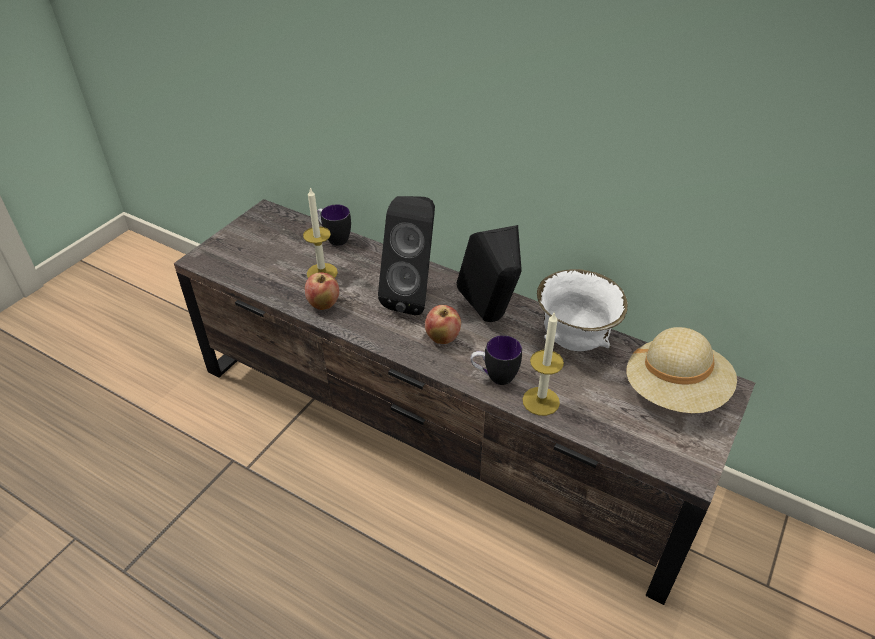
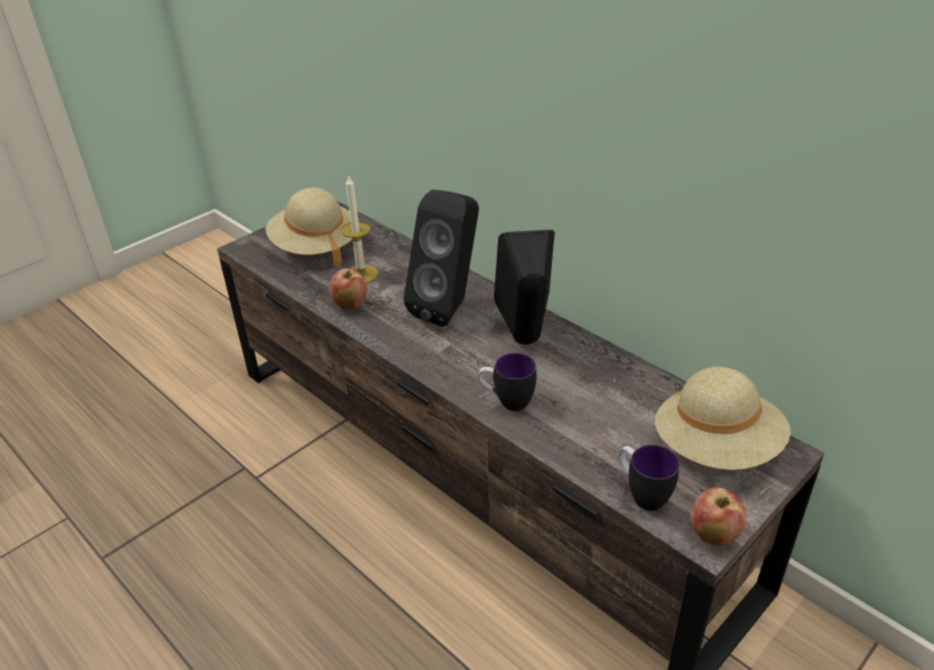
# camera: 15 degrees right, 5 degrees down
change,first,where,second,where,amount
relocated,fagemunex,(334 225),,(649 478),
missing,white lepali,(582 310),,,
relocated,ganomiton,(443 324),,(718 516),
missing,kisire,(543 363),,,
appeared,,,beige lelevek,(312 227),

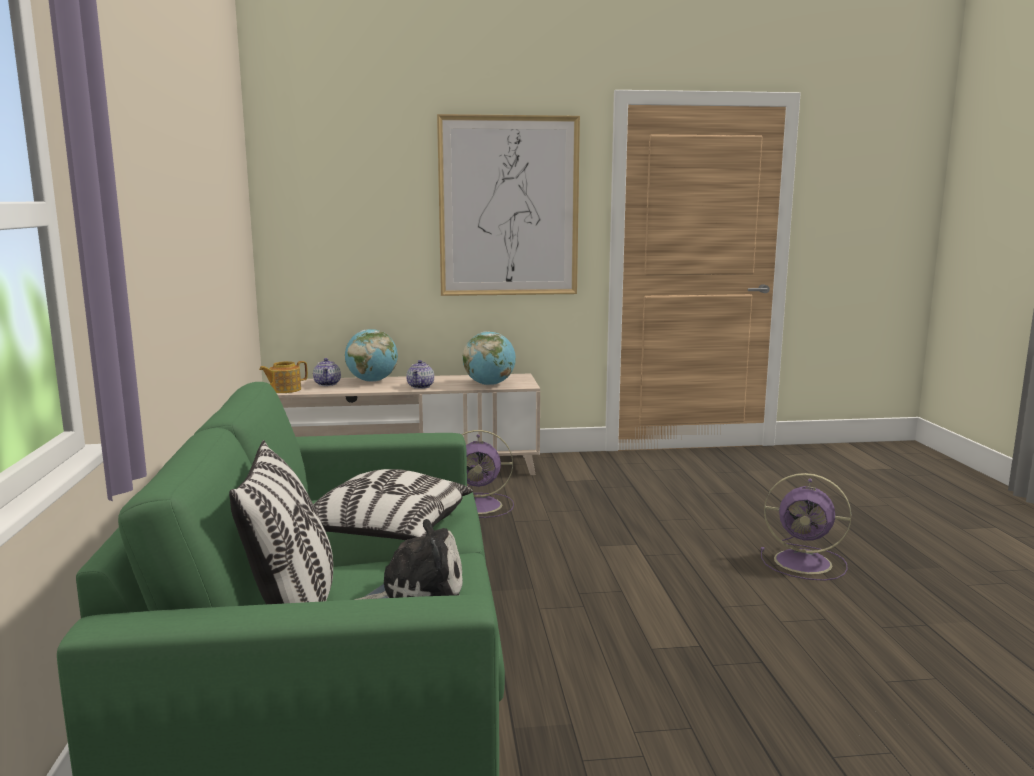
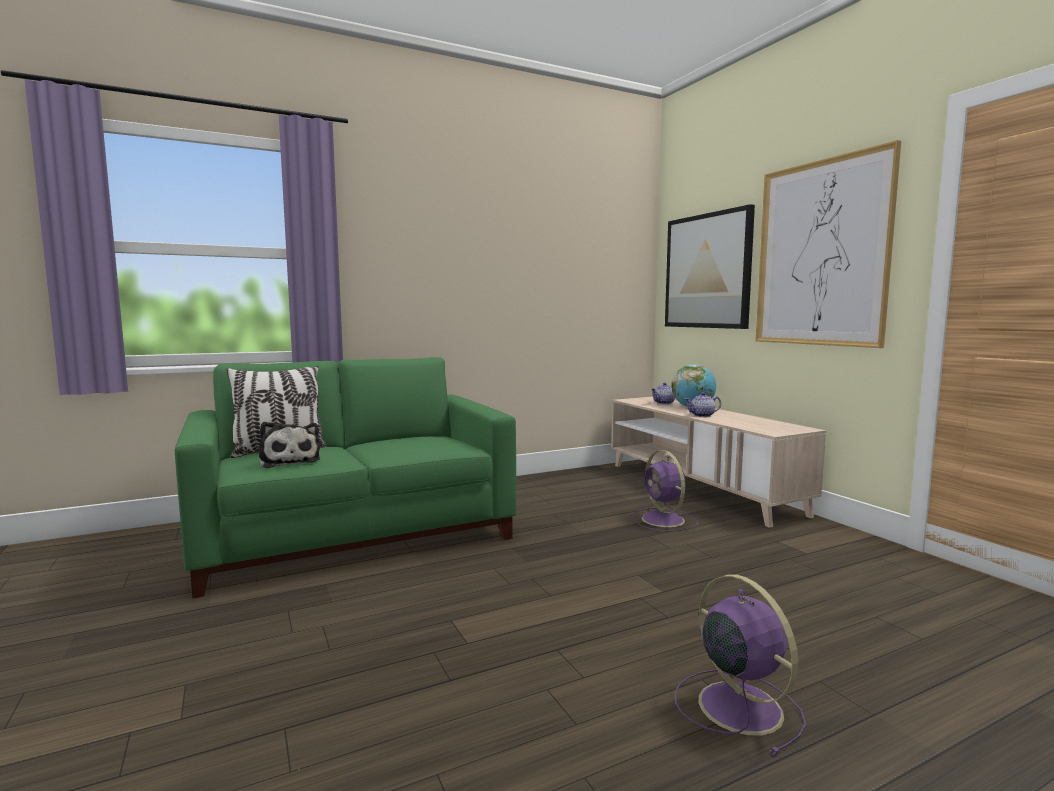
# camera: 70 degrees right, 5 degrees down
change,first,where,second,where,amount
missing,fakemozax,(489 358),,,
missing,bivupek,(283 377),,,
missing,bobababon,(393 504),,,
spun,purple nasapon,(806 527),,(740 664),150 degrees clockwise
appeared,,,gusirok,(710 266),

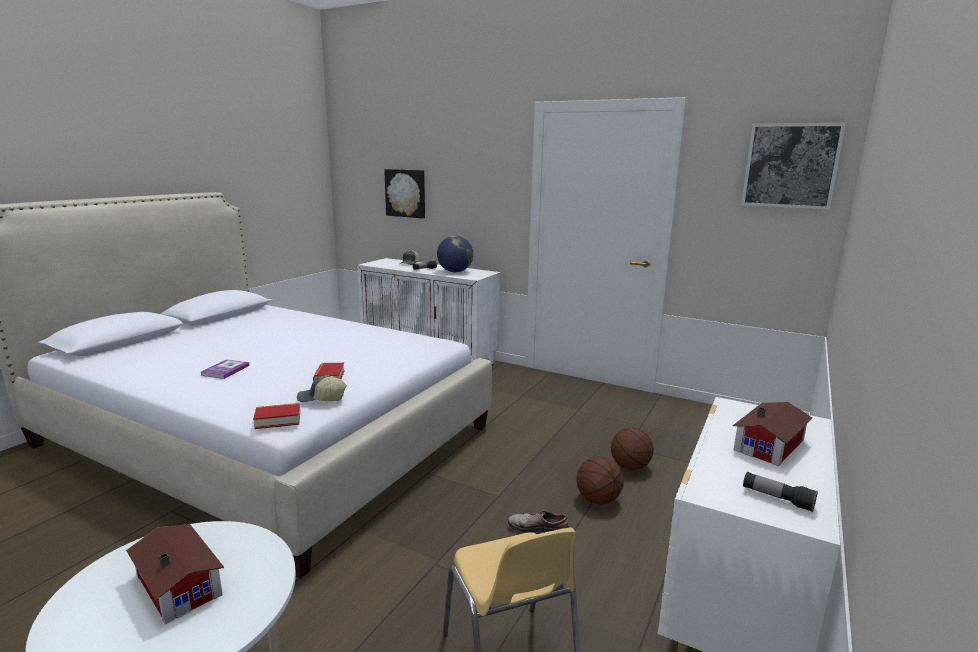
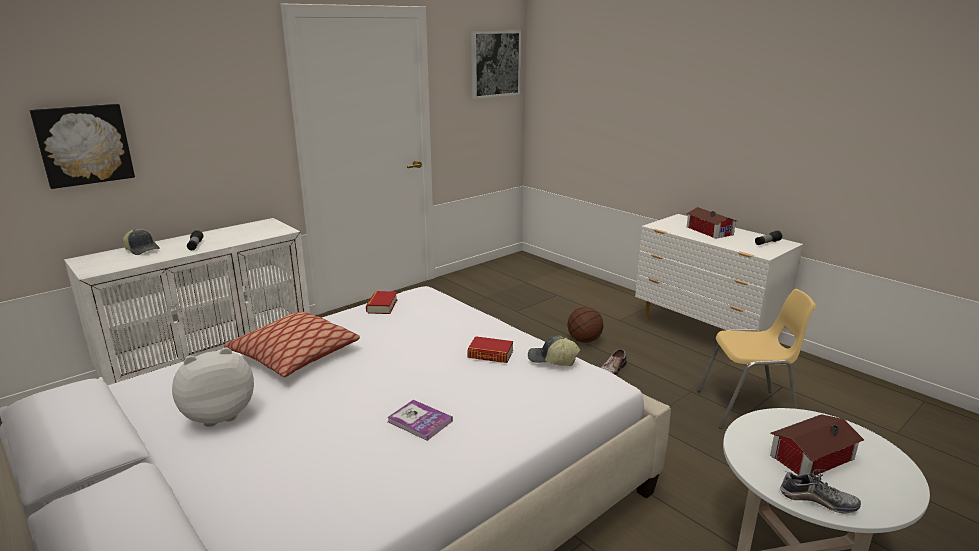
# camera: 70 degrees left, 5 degrees up
change,first,where,second,where,amount
missing,fakemozax,(455 254),,,
spun,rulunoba,(322 388),,(554 351),90 degrees clockwise
relocated,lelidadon,(276 416),,(381 302),
missing,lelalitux,(632 448),,,
appeared,,,bobababon,(292 344),
appeared,,,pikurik,(213 387),
appeared,,,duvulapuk,(820 491),

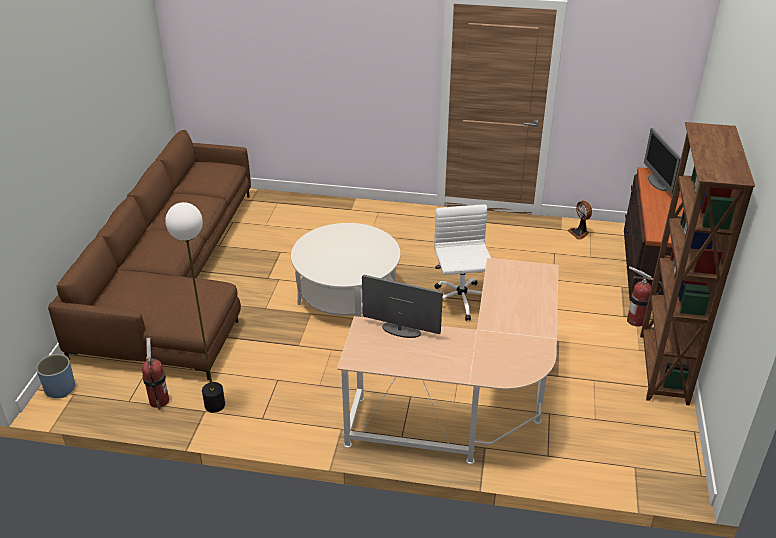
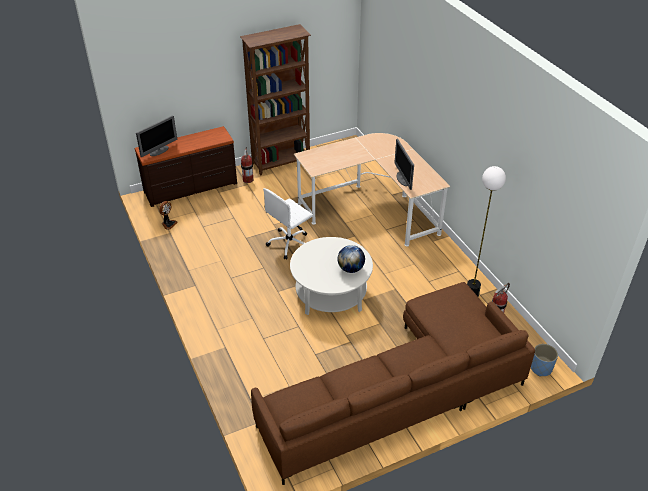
# camera: 125 degrees left, 5 degrees up
change,first,where,second,where,amount
appeared,,,fakemozax,(351 259),

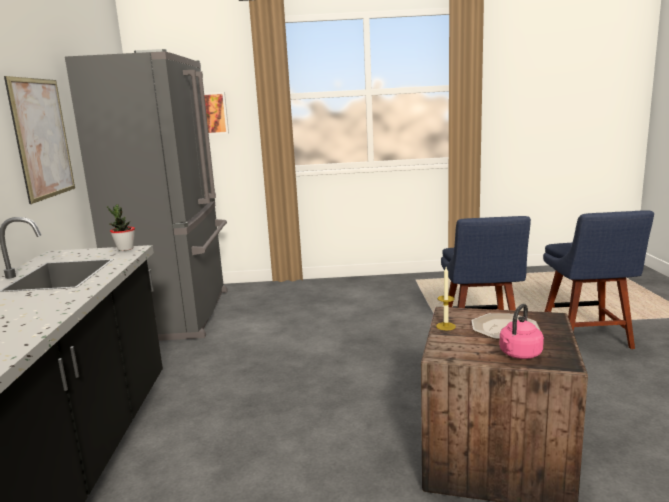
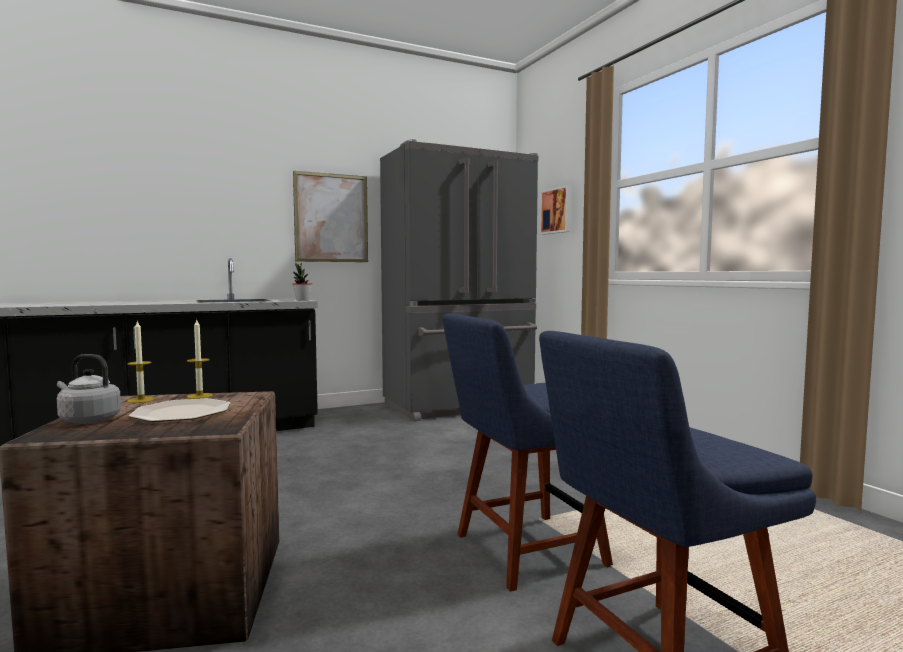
# camera: 65 degrees right, 10 degrees down
change,first,where,second,where,amount
colour,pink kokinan,(522 331),grey kokinan,(89 389),
appeared,,,kisire,(141 362),

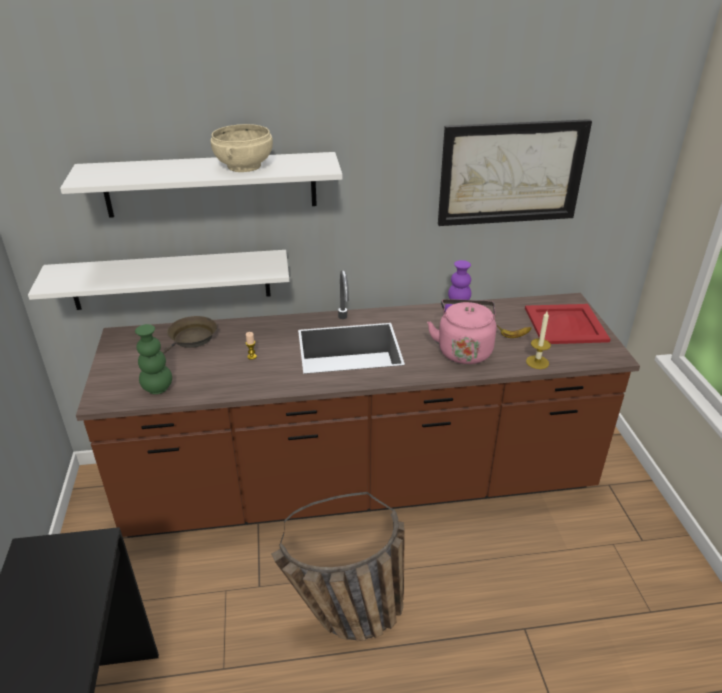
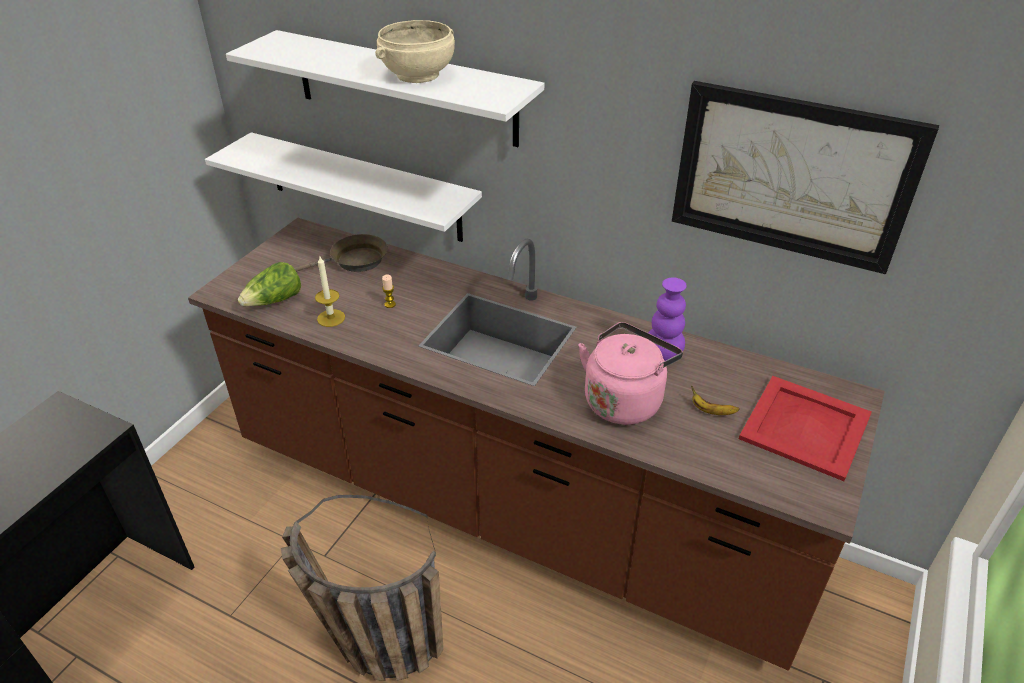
# camera: 35 degrees right, 5 degrees up
change,first,where,second,where,amount
relocated,kisire,(538 340),,(330 292),
exchanged,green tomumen,(153 359),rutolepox,(269 284),

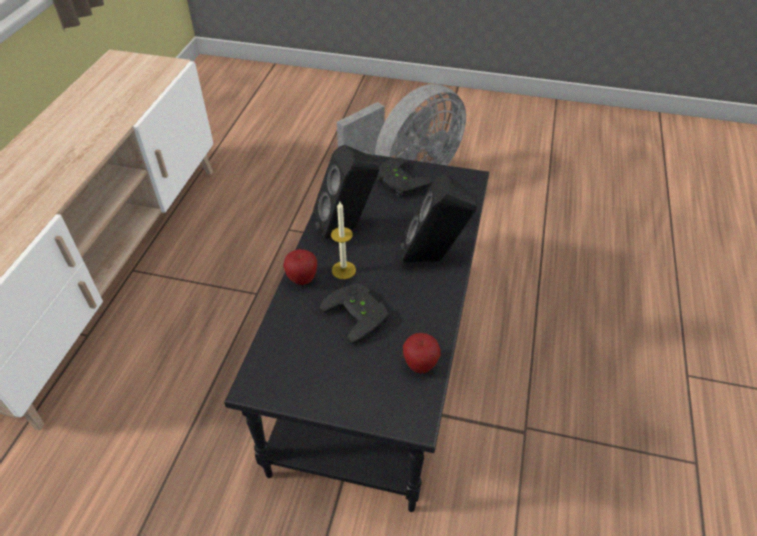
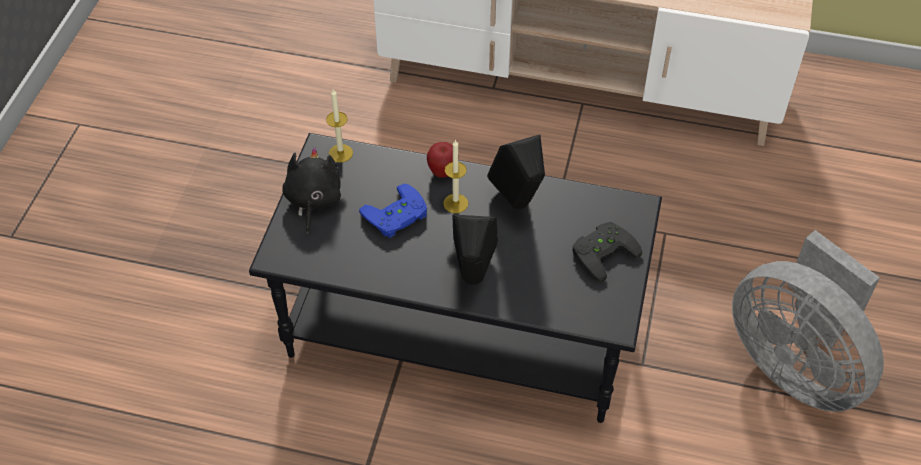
# camera: 90 degrees right, 5 degrees up
change,first,where,second,where,amount
colour,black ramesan,(354 314),blue ramesan,(393 211),
missing,ganomiton,(422 353),,,
appeared,,,kisire,(339 126),
appeared,,,black pikurik,(311 190),

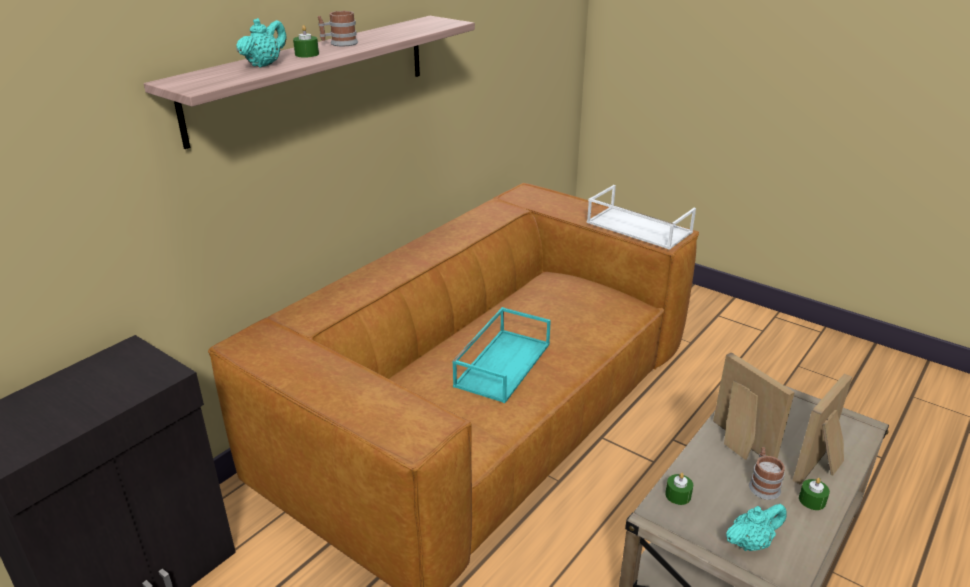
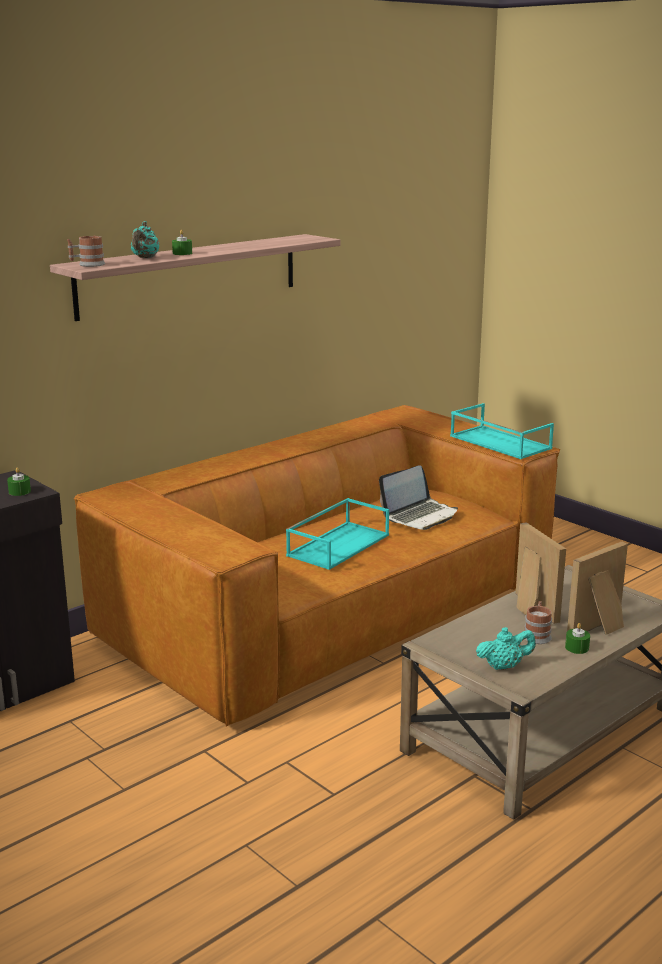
# camera: 10 degrees right, 10 degrees down
change,first,where,second,where,amount
relocated,fagemunex,(338 28),,(86 251),
spun,turquoise bivupek,(262 43),,(145 239),150 degrees clockwise
colour,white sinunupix,(641 217),turquoise sinunupix,(502 431),
relocated,green kisire,(679 489),,(19 482),
appeared,,,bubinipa,(418 497),

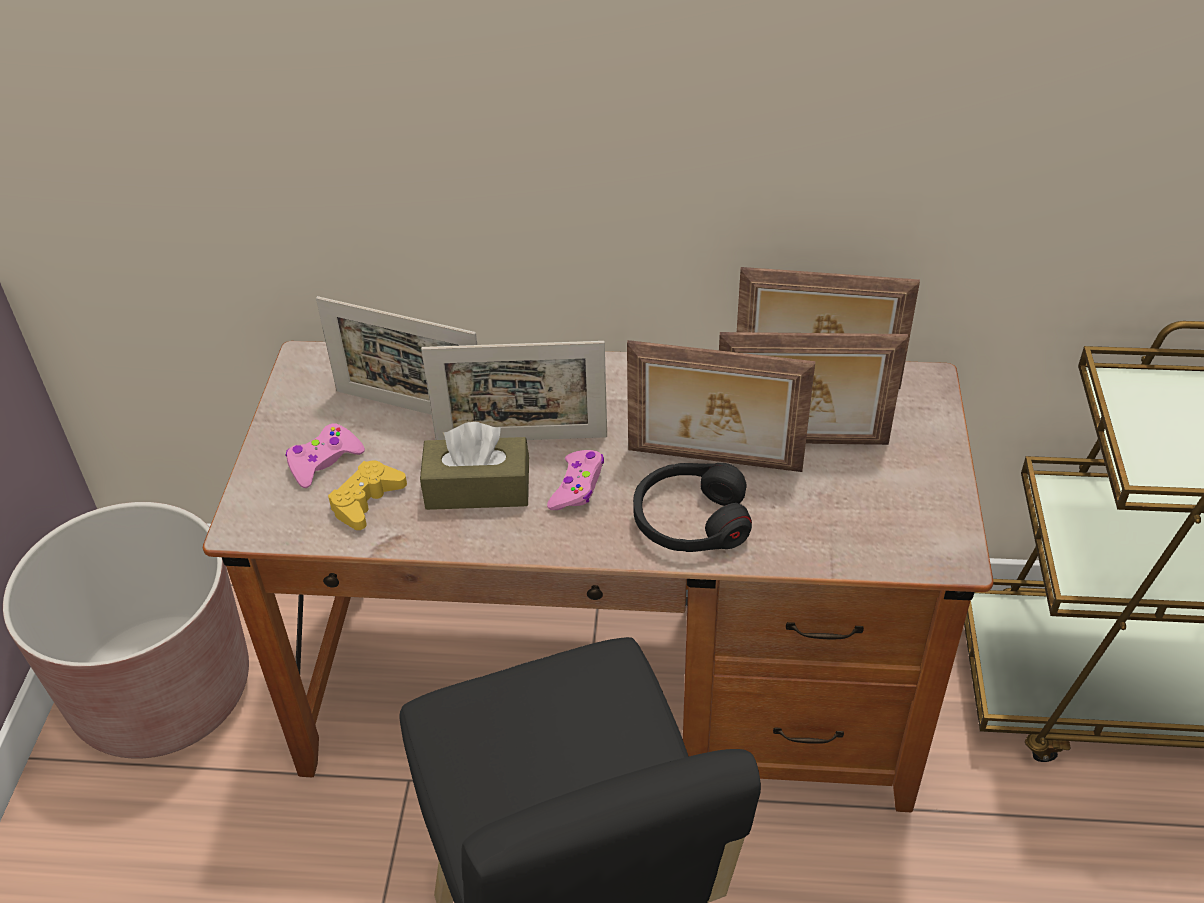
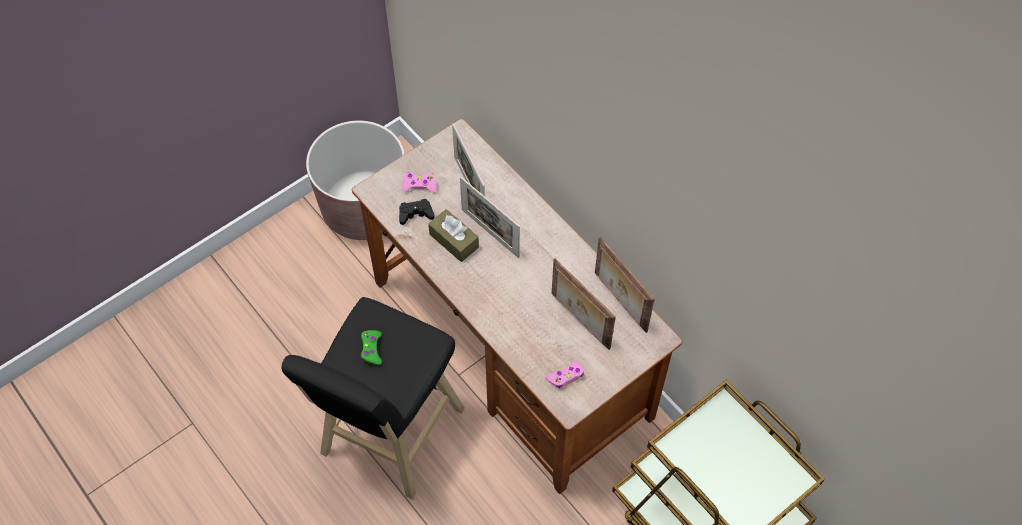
# camera: 45 degrees right, 15 degrees up
change,first,where,second,where,amount
missing,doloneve,(721 406),,,
relocated,pink ramesan,(575 480),,(564 374),
colour,yellow ramesan,(367 495),black ramesan,(417 212),
missing,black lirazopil,(692 507),,,
appeared,,,green ramesan,(371 347),

